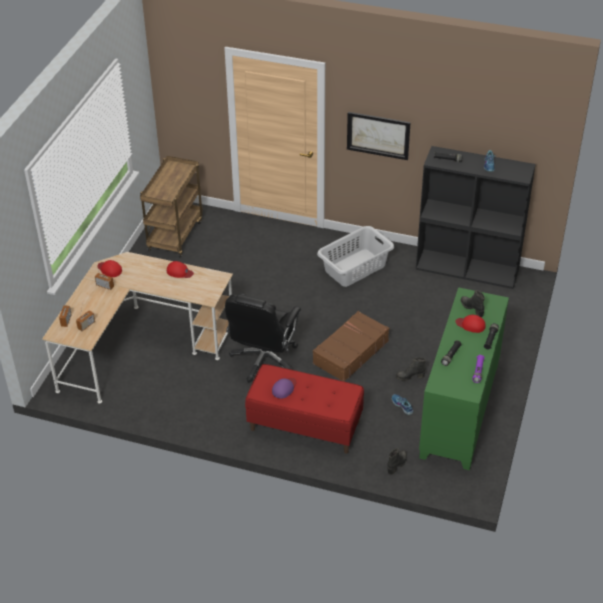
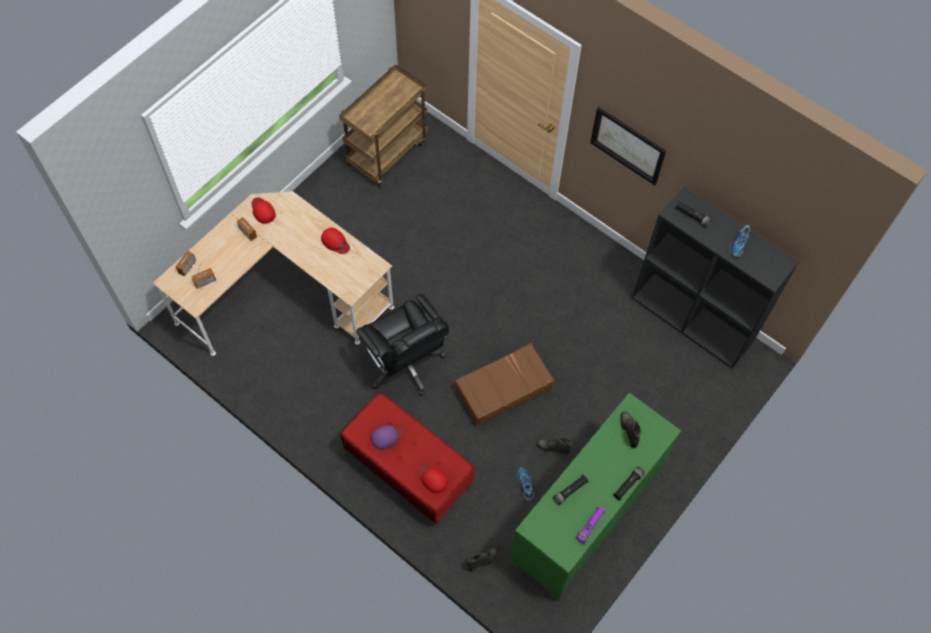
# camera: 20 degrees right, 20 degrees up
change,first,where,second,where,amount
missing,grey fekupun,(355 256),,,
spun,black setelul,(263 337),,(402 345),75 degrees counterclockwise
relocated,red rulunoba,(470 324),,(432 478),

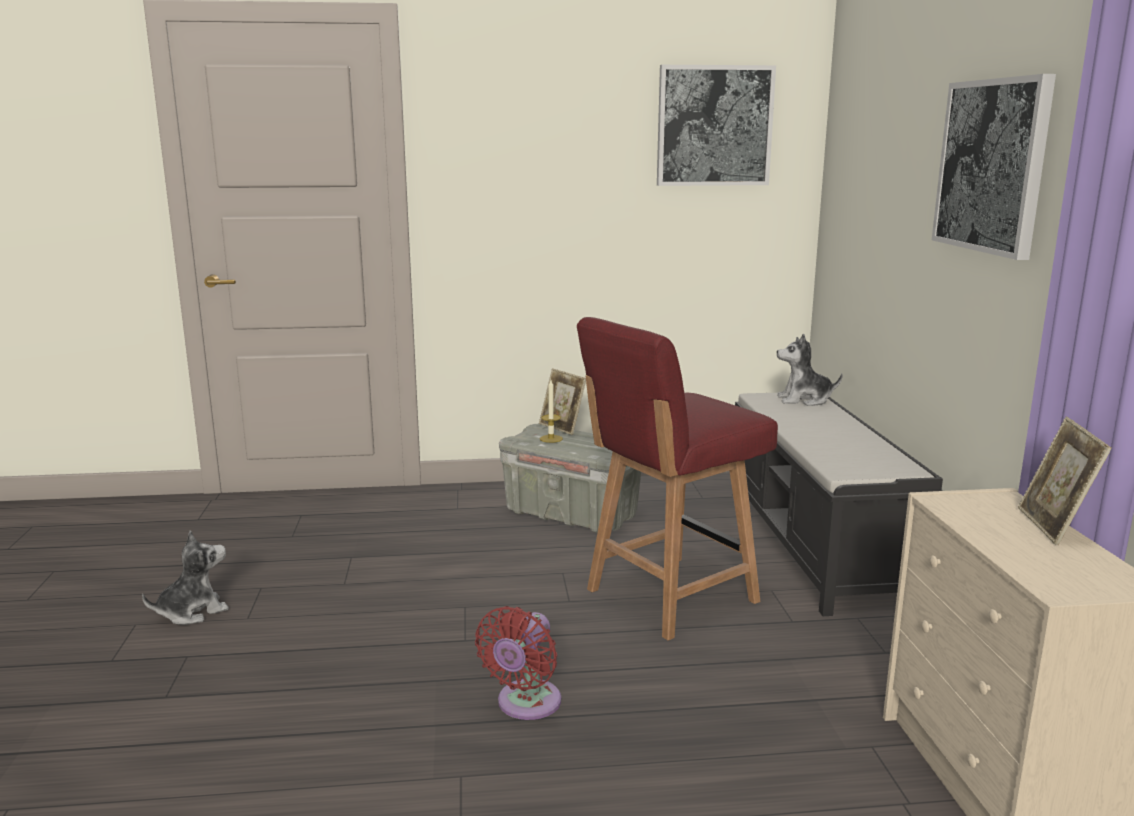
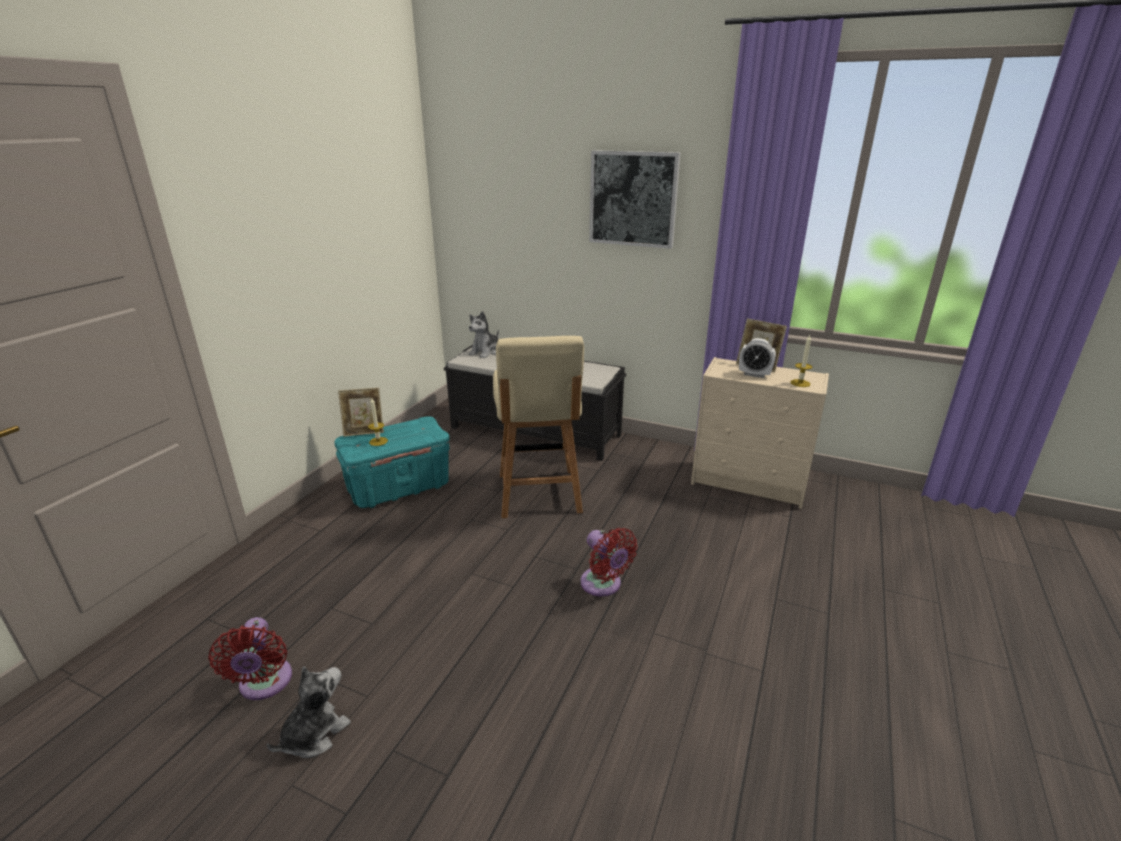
# camera: 60 degrees left, 10 degrees up
change,first,where,second,where,amount
missing,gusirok,(716 125),,,
colour,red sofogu,(677 479),beige sofogu,(538 427),
colour,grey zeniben,(570 478),turquoise zeniben,(392 462),
spun,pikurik,(185 577),,(309 712),45 degrees clockwise
appeared,,,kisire,(801 361),
appeared,,,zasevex,(757 358),
appeared,,,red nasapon,(250 658),

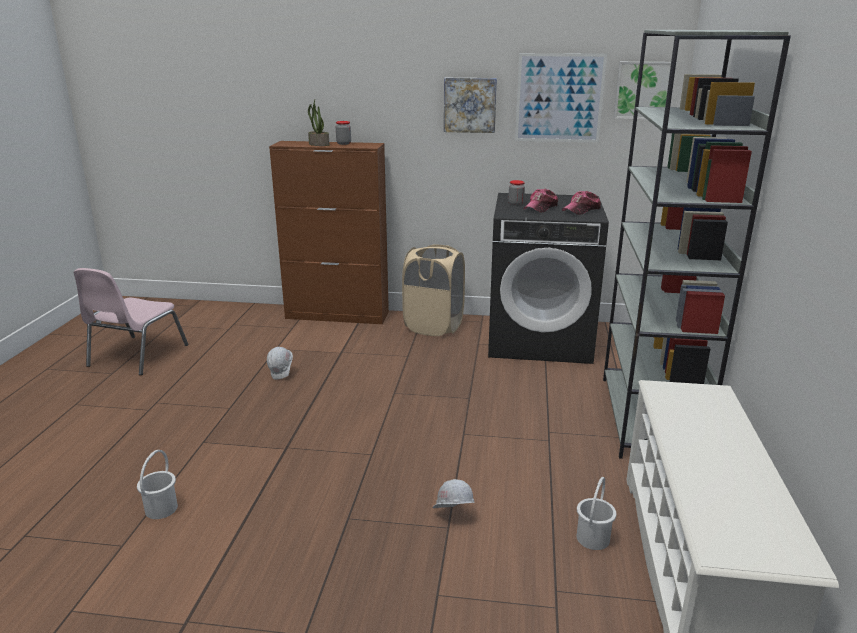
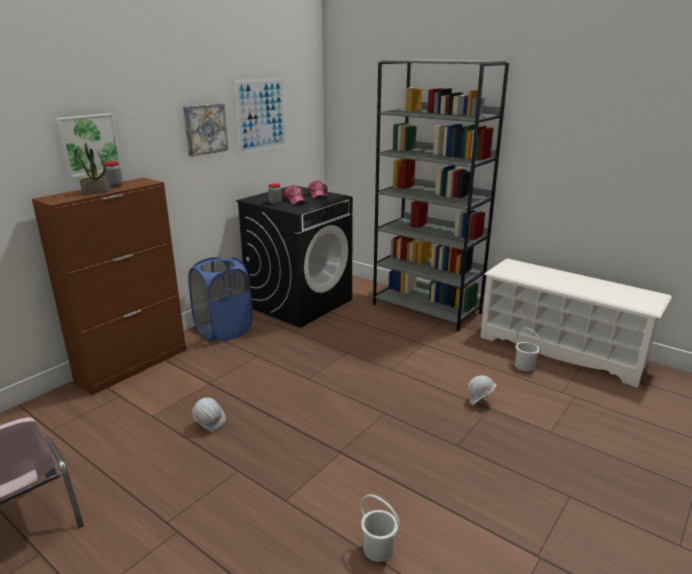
# camera: 60 degrees left, 0 degrees up
change,first,where,second,where,amount
relocated,gusirok,(645 90),,(88 145),
colour,beige fekupun,(433 290),blue fekupun,(220 299),

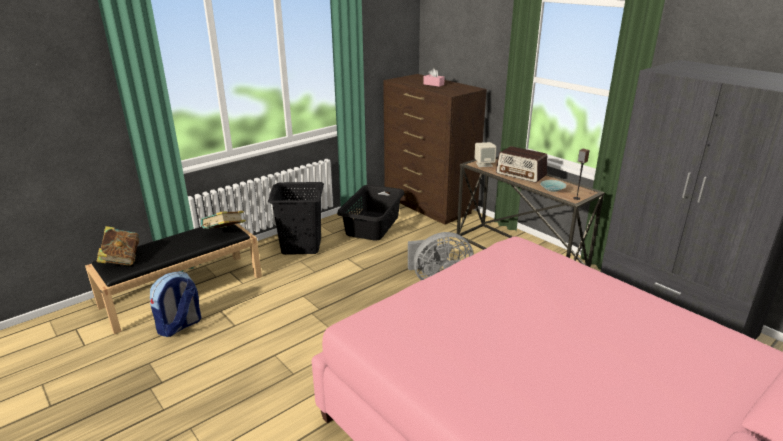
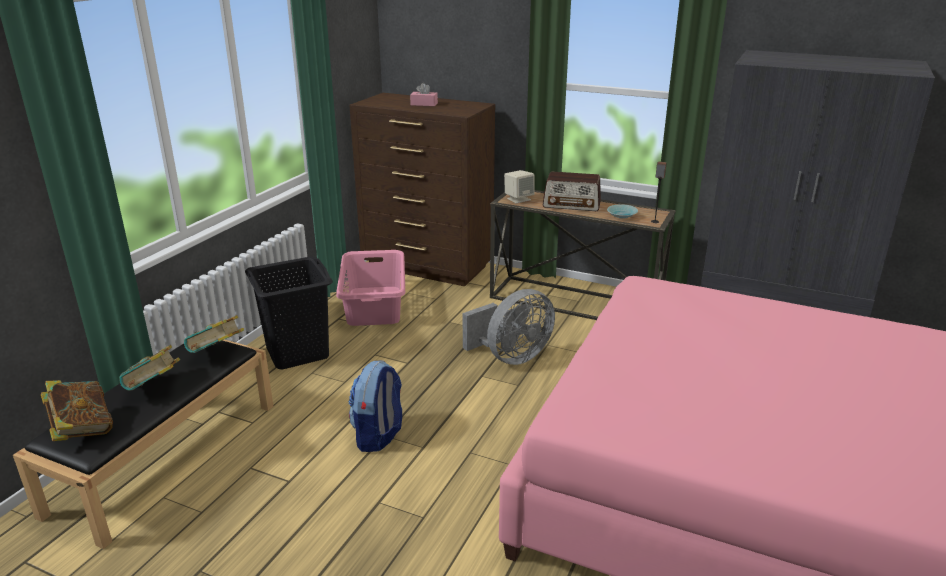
# camera: 25 degrees left, 0 degrees up
change,first,where,second,where,amount
colour,black fekupun,(371 213),pink fekupun,(370 288),
relocated,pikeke,(175 304),,(375 406),
appeared,,,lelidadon,(149 368),

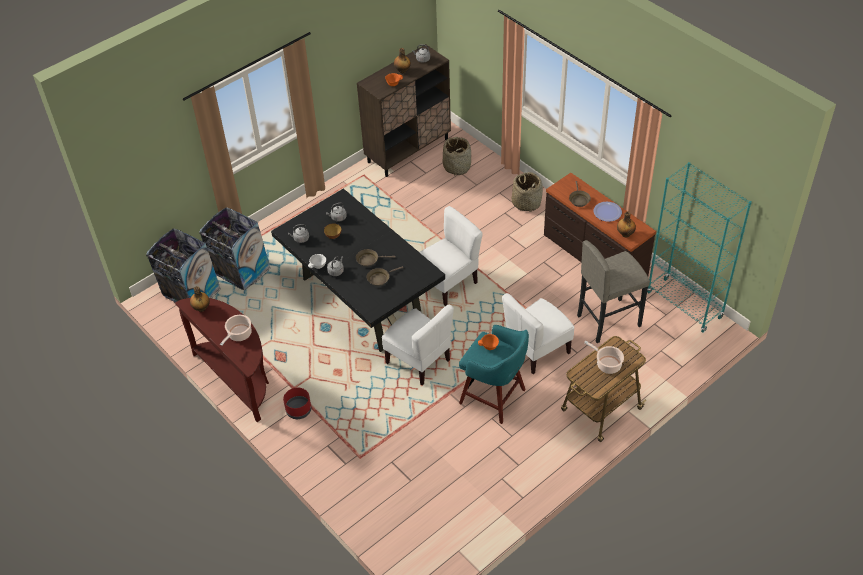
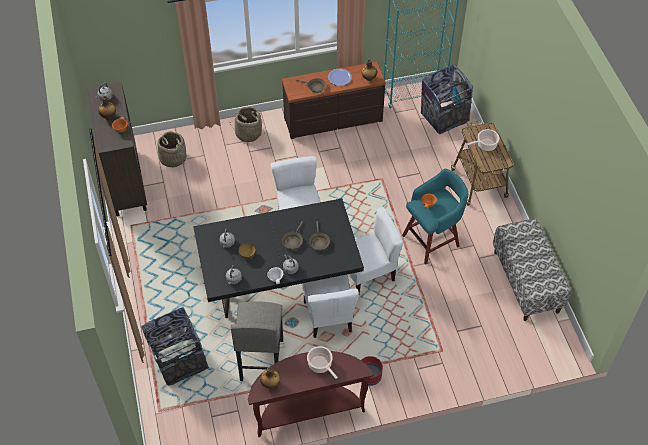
# camera: 65 degrees left, 5 degrees up
change,first,where,second,where,amount
relocated,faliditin,(183 265),,(447 99),
relocated,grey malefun,(613 291),,(257 341),
relocated,white sofogu,(538 333),,(330 306),
appeared,,,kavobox,(532 270),

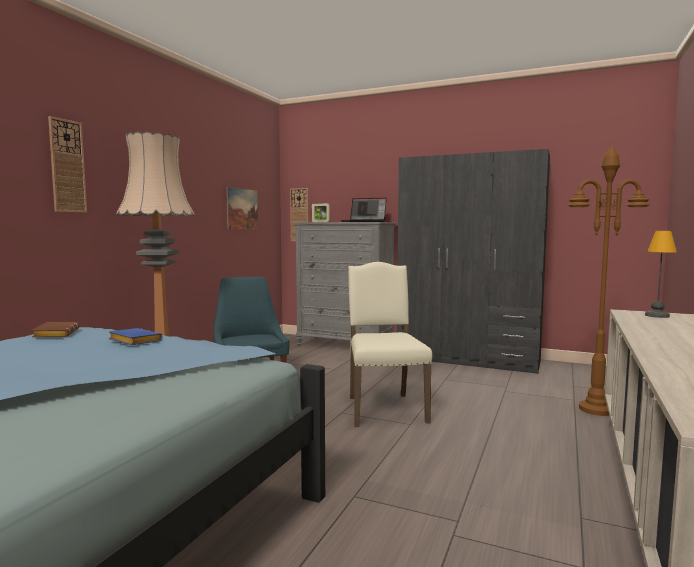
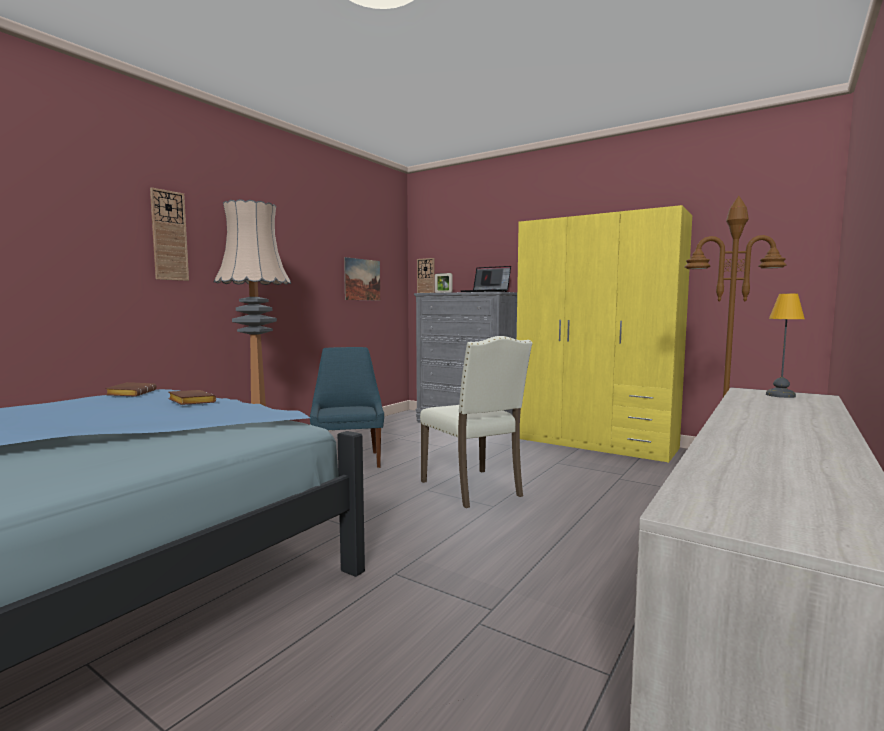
# camera: 10 degrees right, 0 degrees up
change,first,where,second,where,amount
colour,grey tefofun,(473 261),yellow tefofun,(604 334),
spun,beige sofogu,(390 344),,(476 422),150 degrees clockwise
colour,blue lelidadon,(135 336),brown lelidadon,(192 397),

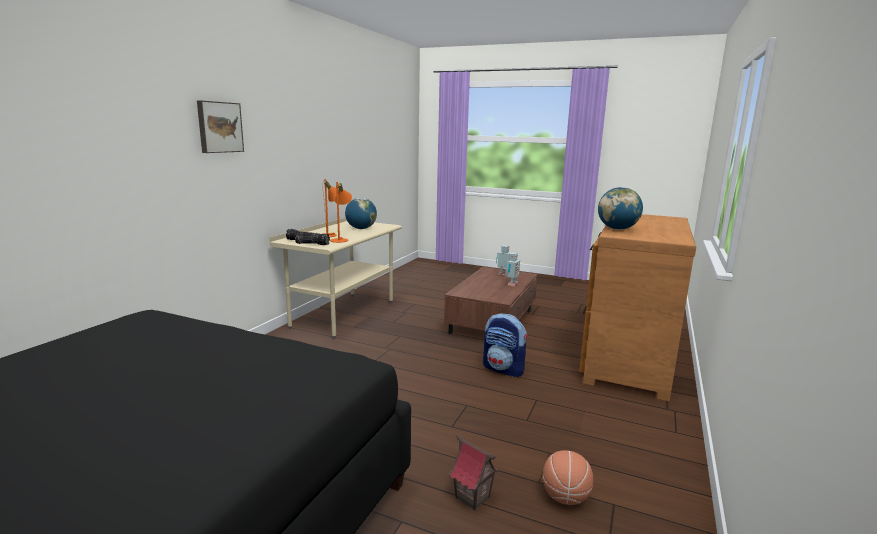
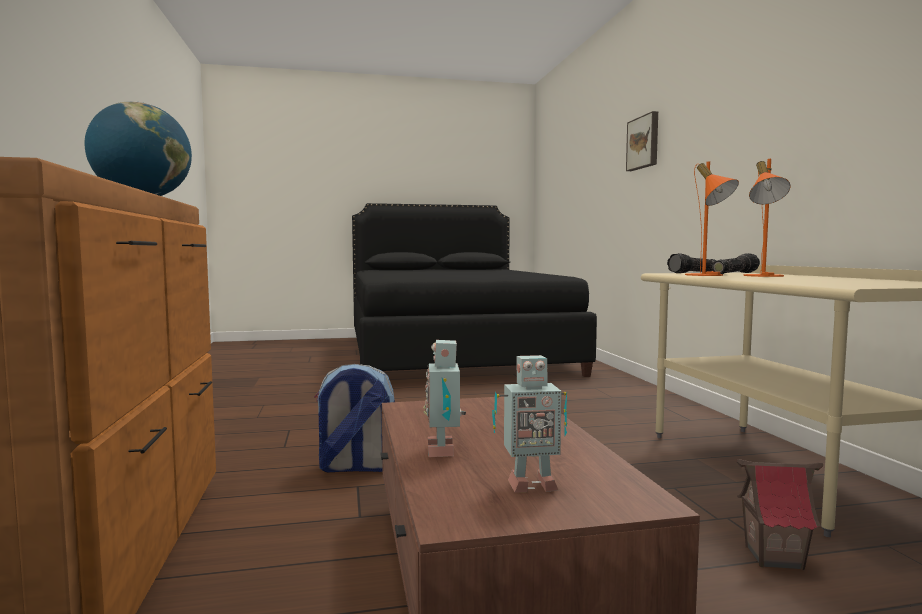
# camera: 145 degrees right, 10 degrees down
change,first,where,second,where,amount
relocated,gusirok,(220 126),,(642 141),
missing,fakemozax,(361 213),,,
relocated,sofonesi,(474 472),,(779 515),
missing,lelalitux,(568 477),,,

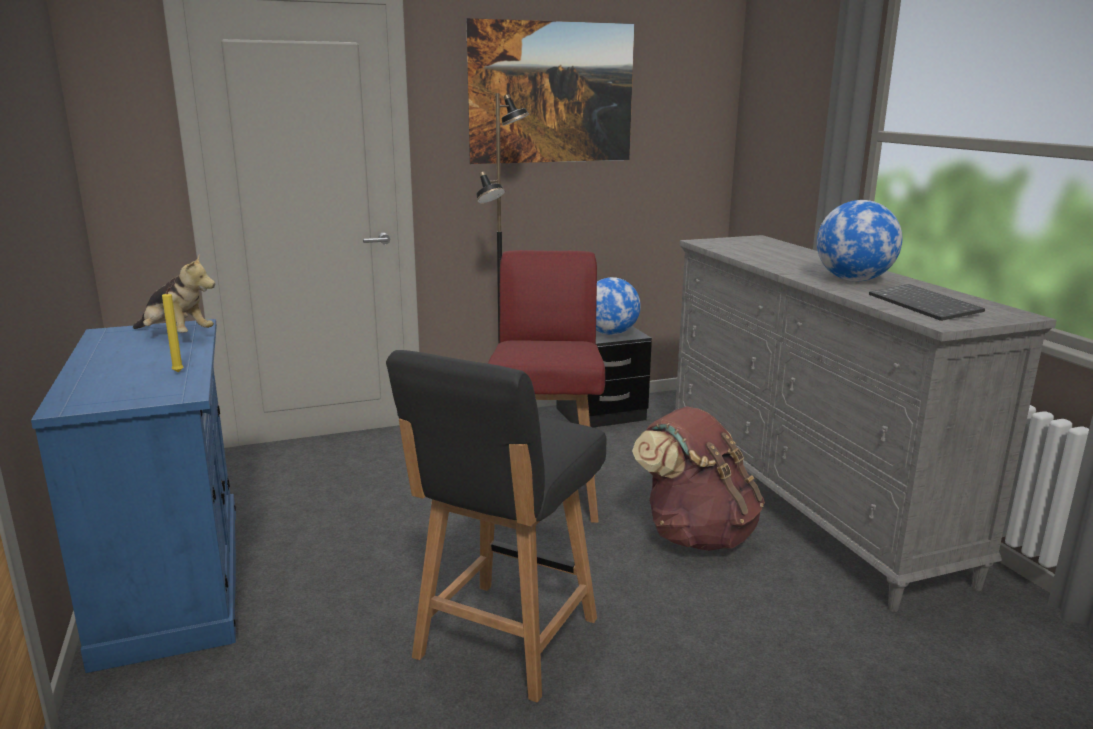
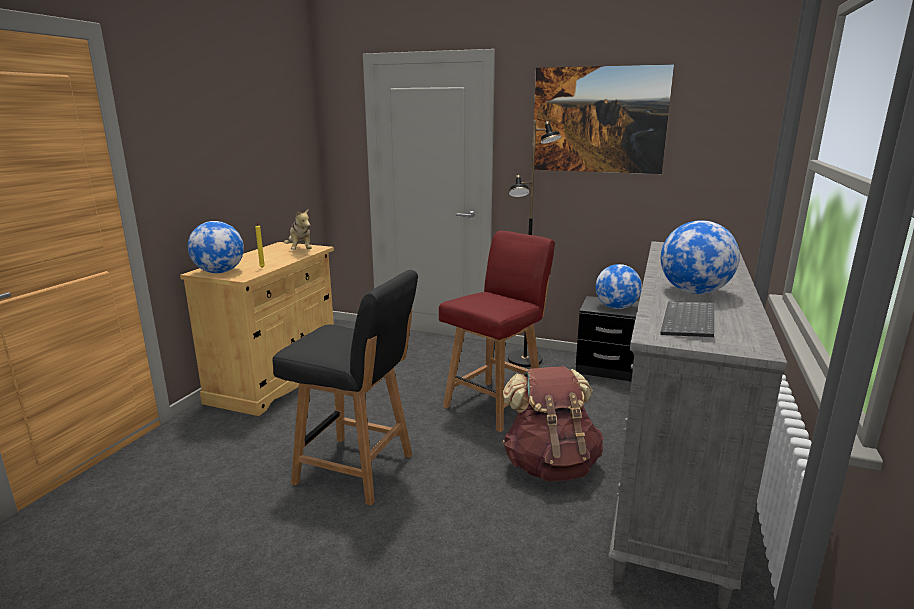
# camera: 40 degrees right, 0 degrees up
change,first,where,second,where,amount
colour,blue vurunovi,(133 496),beige vurunovi,(257 329),
spun,black sofogu,(496 526),,(345 387),135 degrees counterclockwise
appeared,,,fakemozax,(216 247),

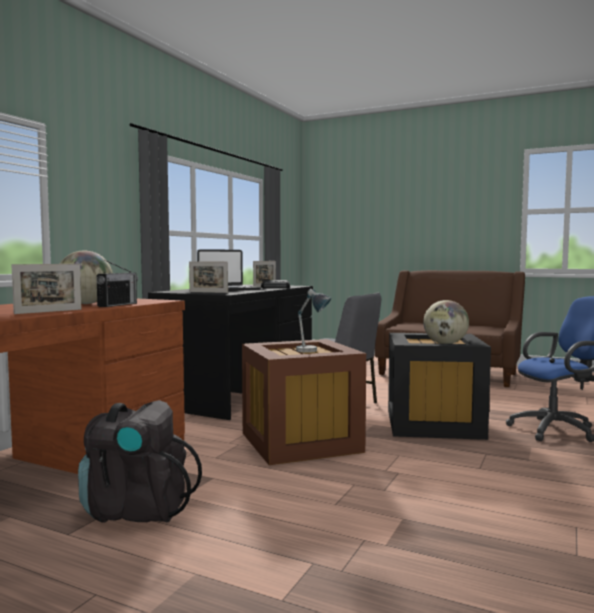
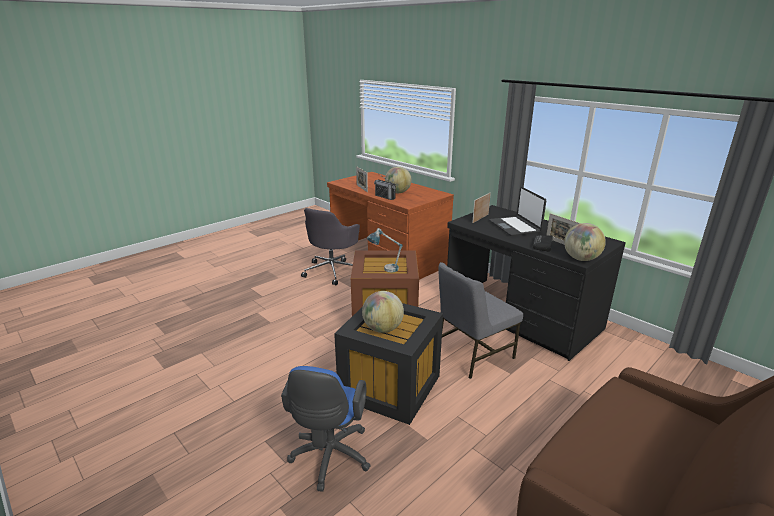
# camera: 110 degrees right, 20 degrees up
change,first,where,second,where,amount
exchanged,black pikeke,(140 461),grey setelul,(330 246),
appeared,,,fakemozax,(585 242),

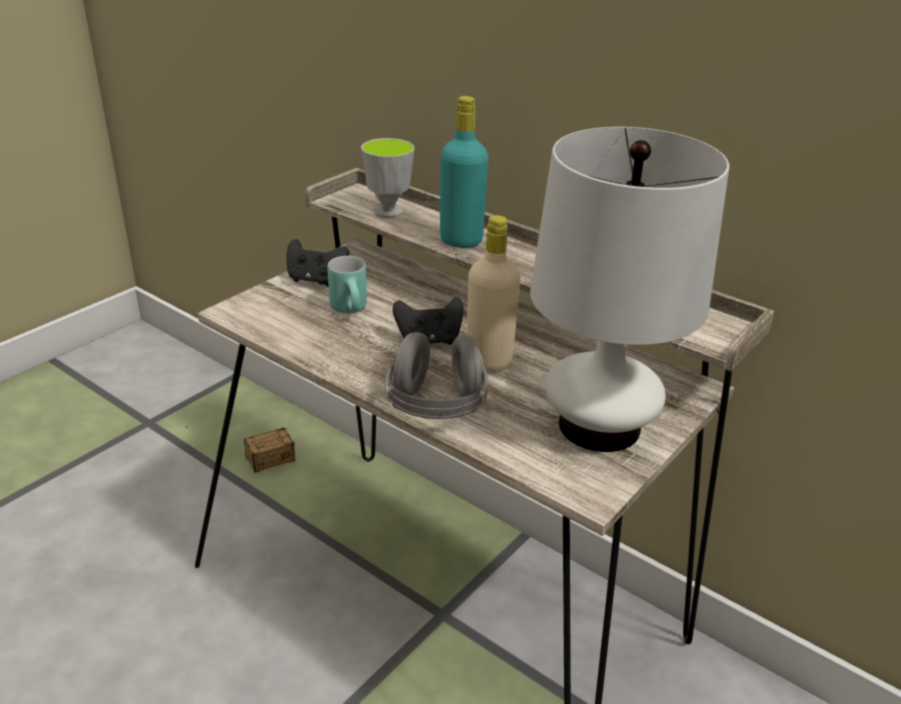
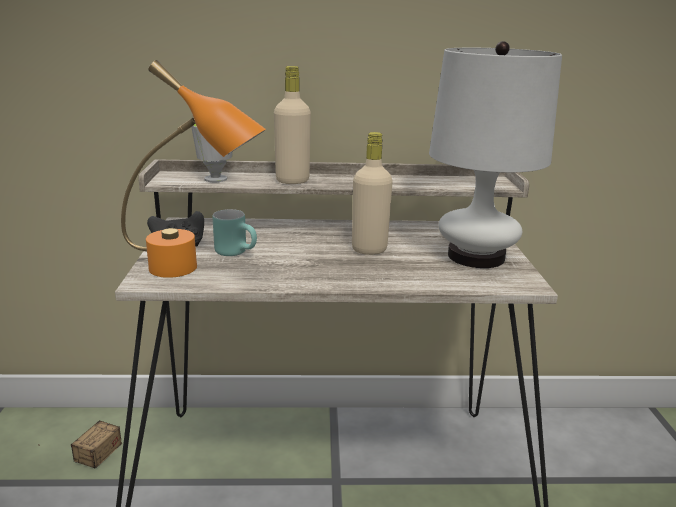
# camera: 40 degrees left, 10 degrees down
change,first,where,second,where,amount
colour,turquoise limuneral,(464 172),beige limuneral,(292 125),
missing,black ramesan,(428 321),,,
missing,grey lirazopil,(436 375),,,
appeared,,,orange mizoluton,(193 169),

